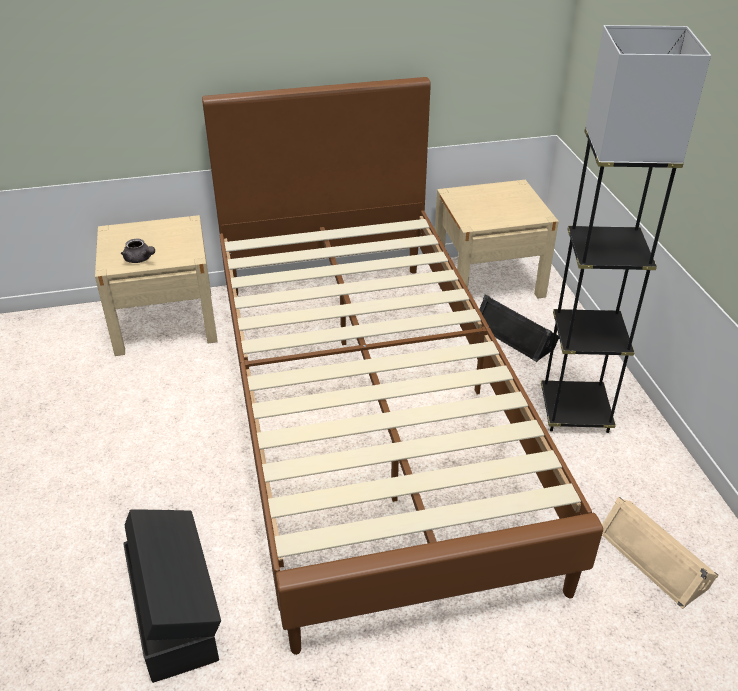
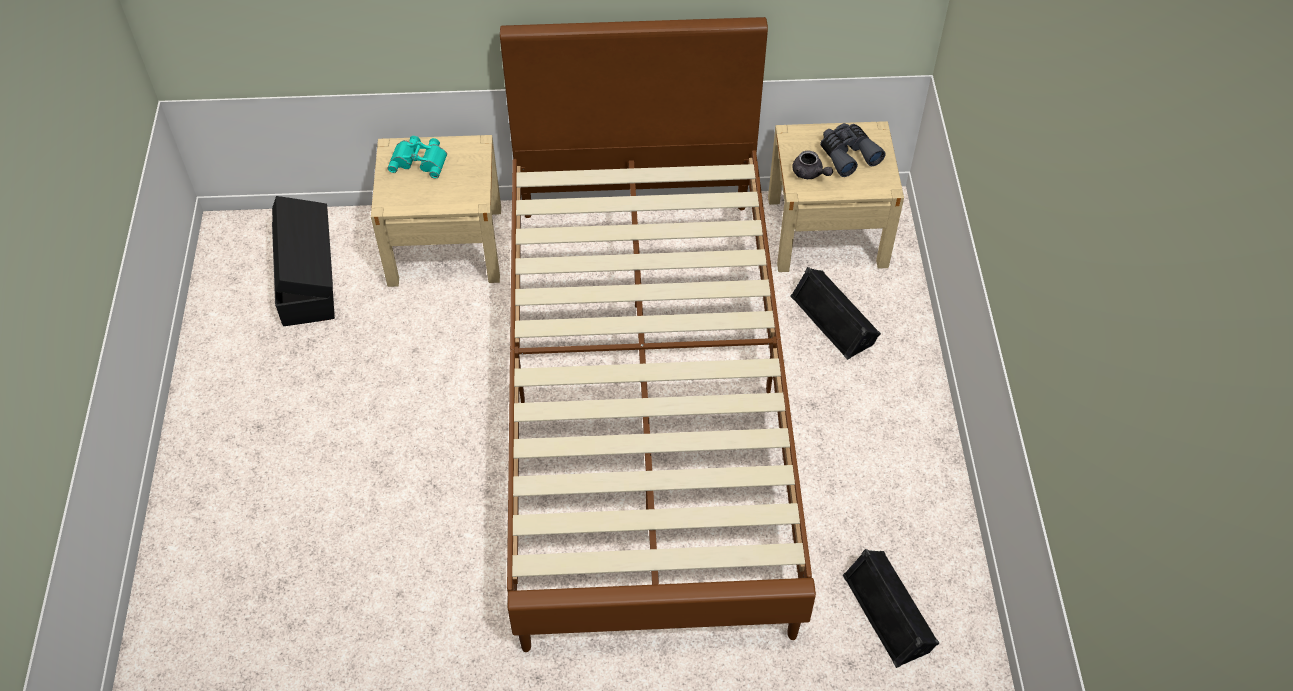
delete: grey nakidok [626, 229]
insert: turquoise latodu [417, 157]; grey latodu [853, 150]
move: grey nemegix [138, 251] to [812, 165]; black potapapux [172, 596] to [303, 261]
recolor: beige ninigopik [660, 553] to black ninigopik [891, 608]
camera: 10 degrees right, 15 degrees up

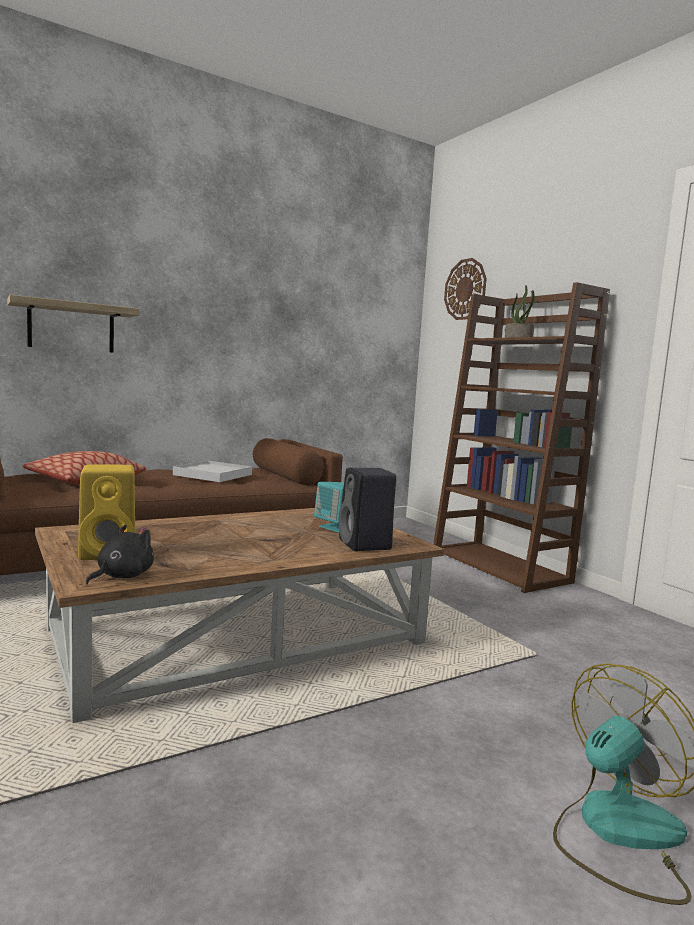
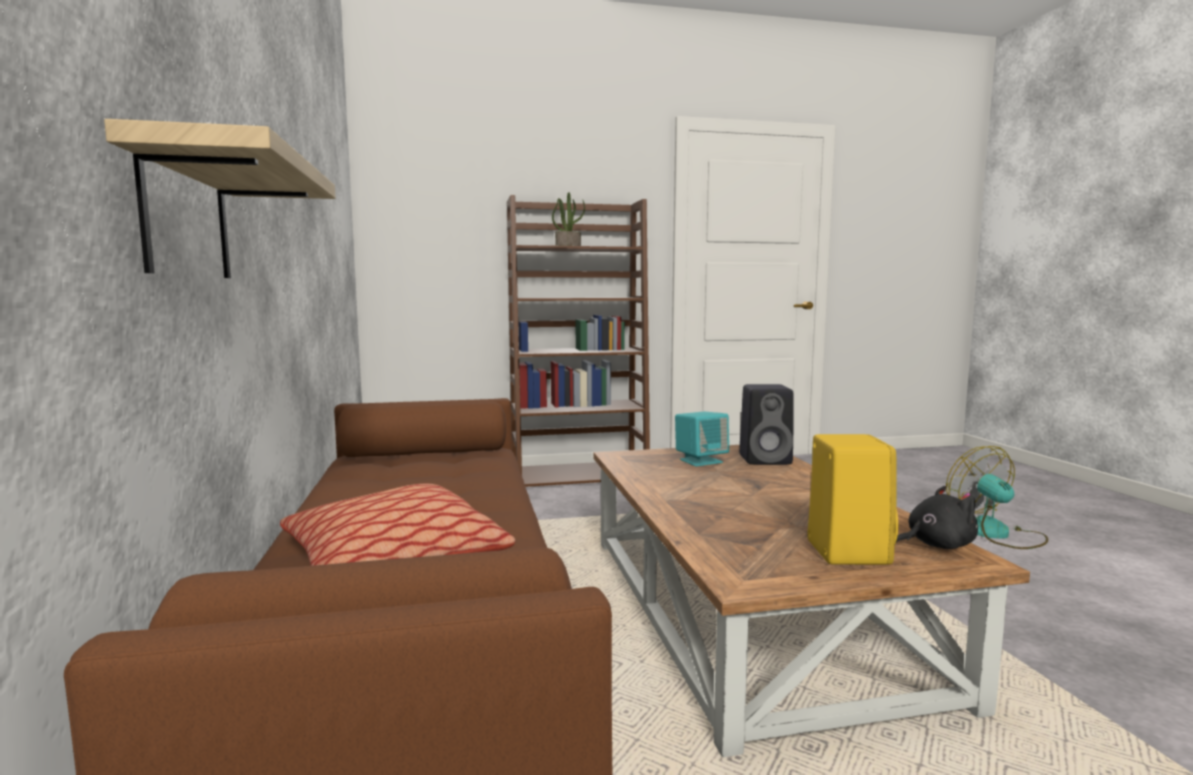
delete: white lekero [212, 471]; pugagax [465, 289]
rotate: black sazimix [119, 555] = [936, 517] 120 degrees clockwise
camera: 70 degrees left, 0 degrees up

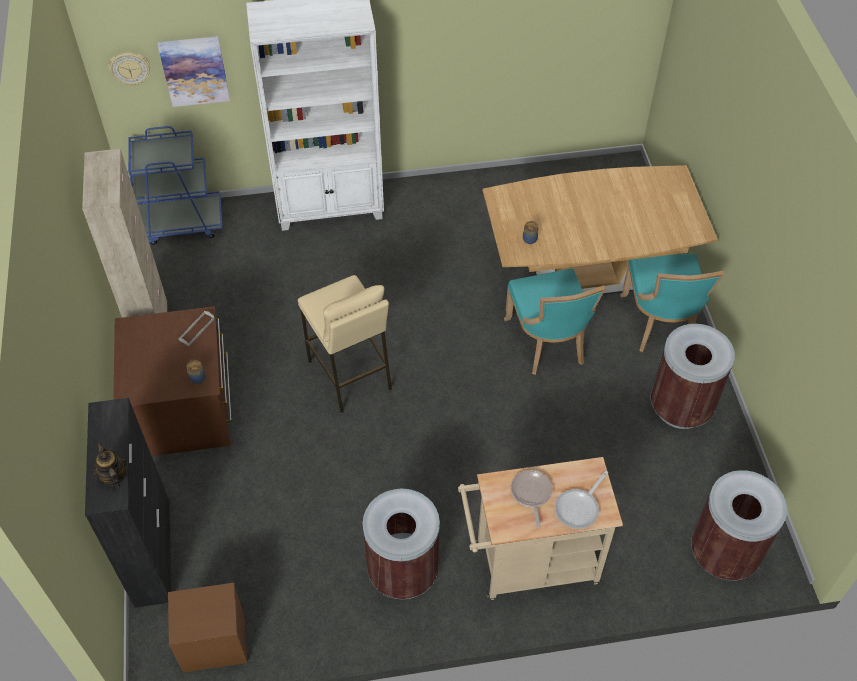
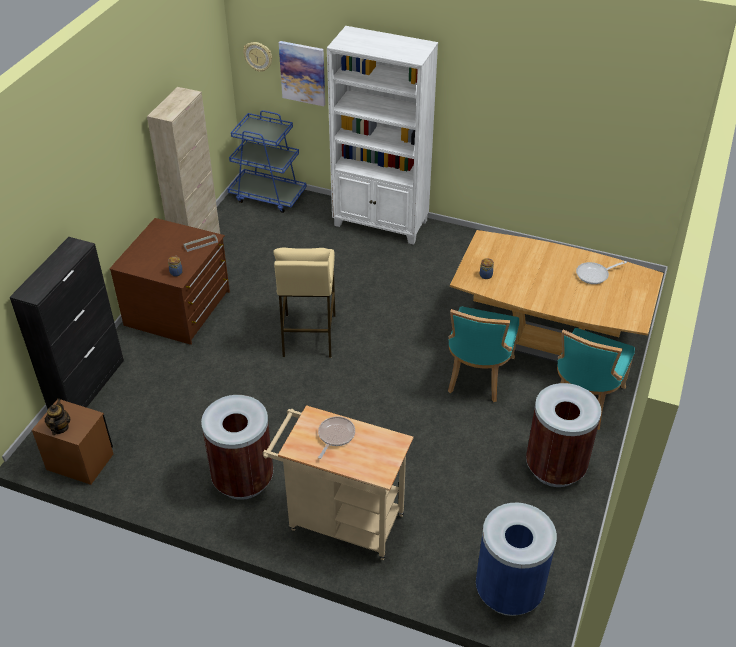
move: nemegix [109, 465] to [58, 417]; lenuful [582, 500] to [601, 272]
recolor: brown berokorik [739, 525] to blue berokorik [516, 559]
camera: 30 degrees right, 10 degrees down

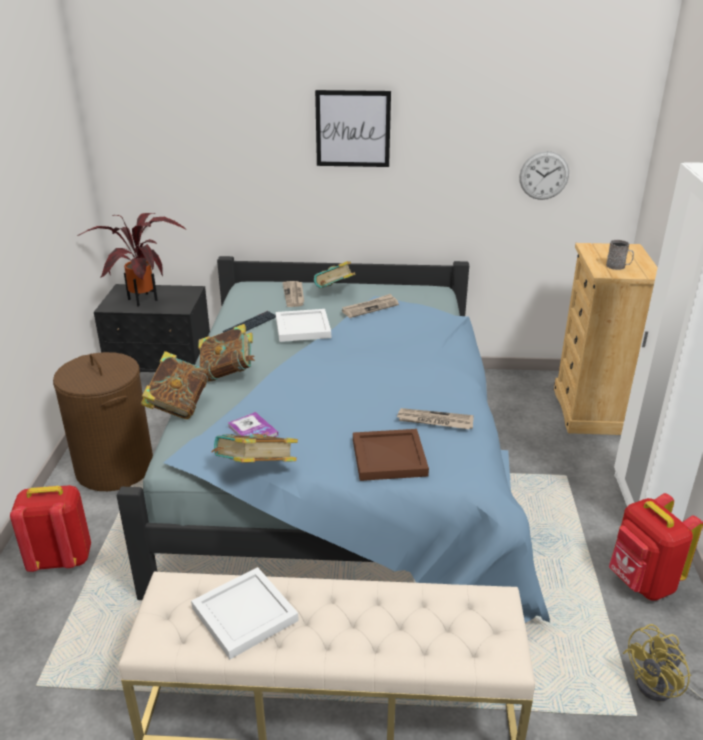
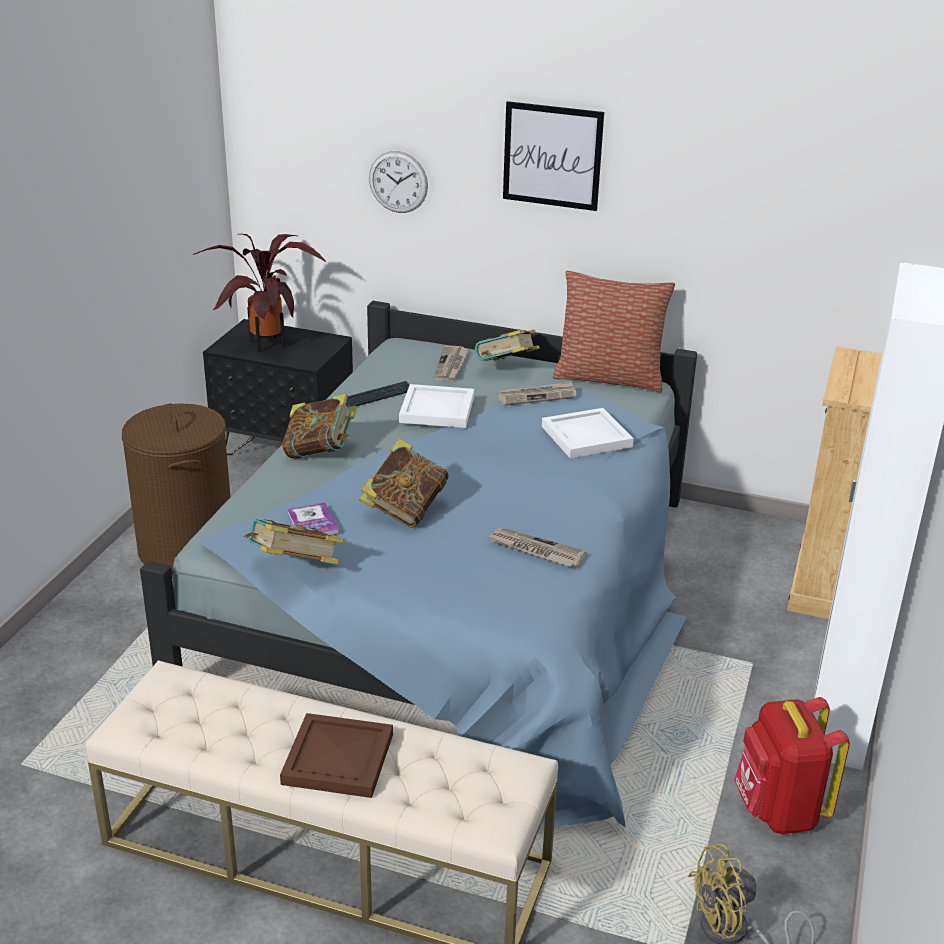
delete: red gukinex [50, 528]; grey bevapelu [620, 255]
insert: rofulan [614, 331]
move: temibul [175, 385] to [404, 483]; white lekero [245, 613] to [588, 433]; brown lekero [391, 455] to [336, 755]; pugagax [544, 175] to [398, 182]
camera: 15 degrees right, 0 degrees up

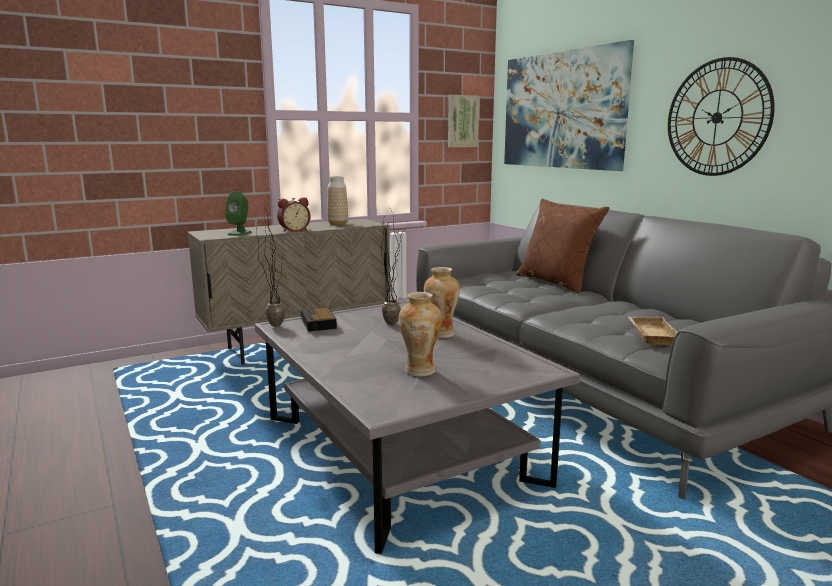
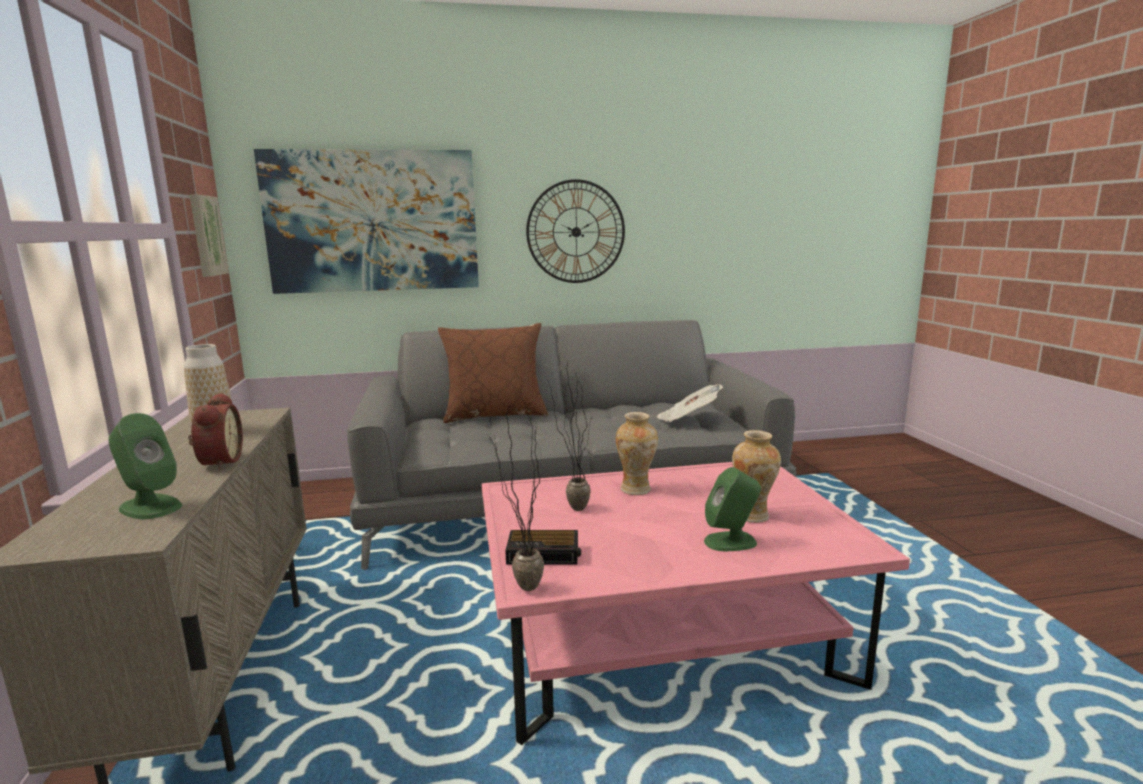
insert: green ninigopik [732, 509]
replace: beige lekero [652, 331] to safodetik [690, 403]
recolor: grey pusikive [417, 427] to pink pusikive [696, 603]
camera: 70 degrees left, 0 degrees up

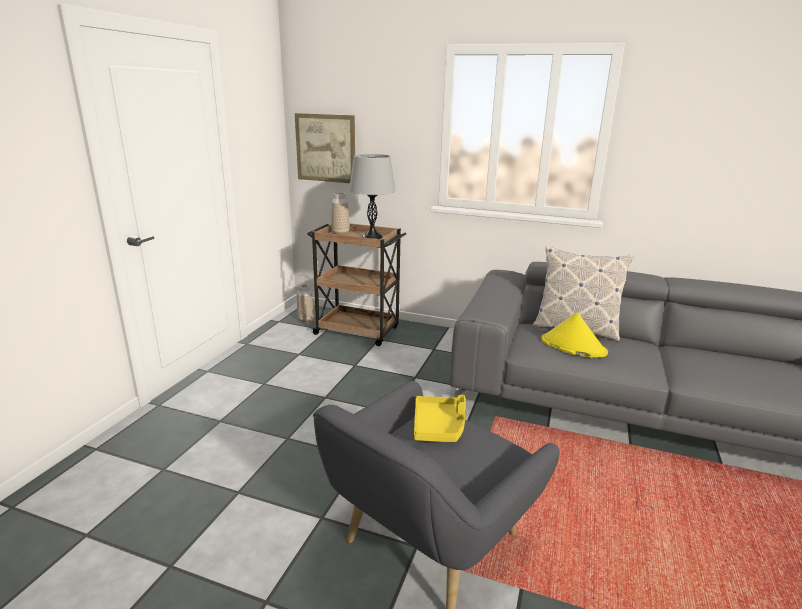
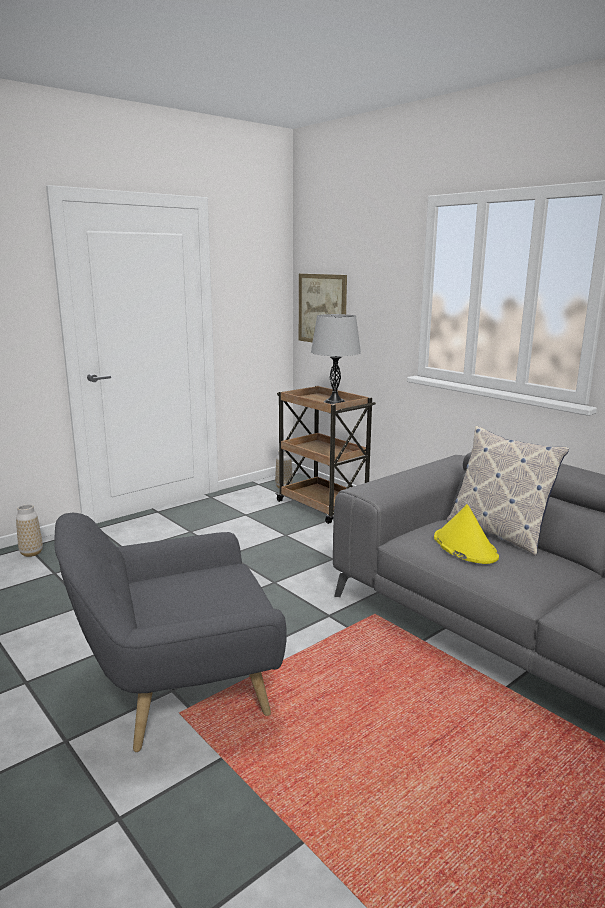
delete: yellow lekero [440, 418]
move: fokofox [340, 213] to [29, 530]
camera: 30 degrees right, 5 degrees down

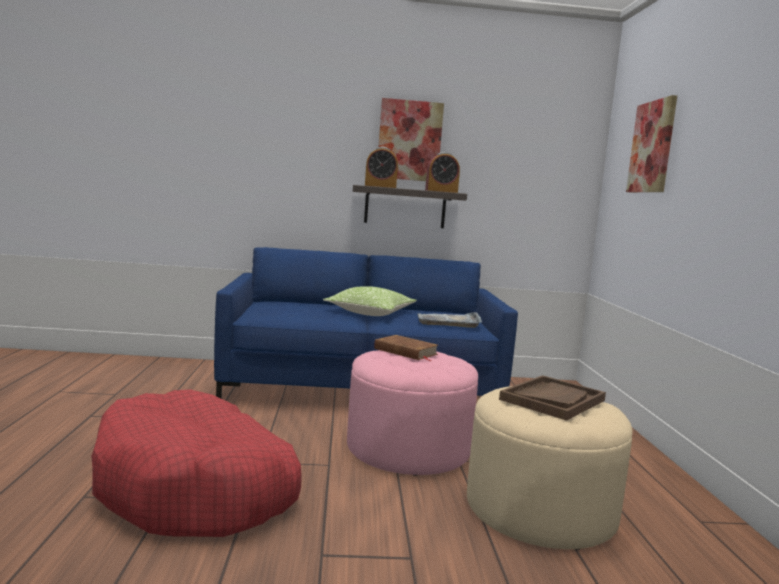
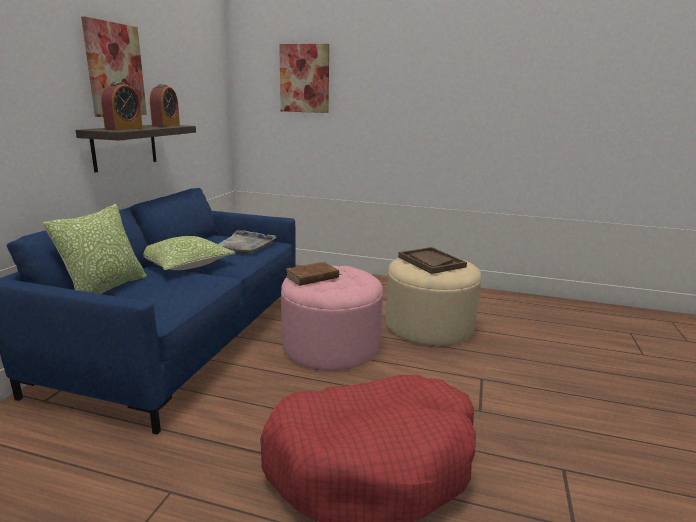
insert: rofulan [95, 249]
camera: 70 degrees left, 10 degrees up

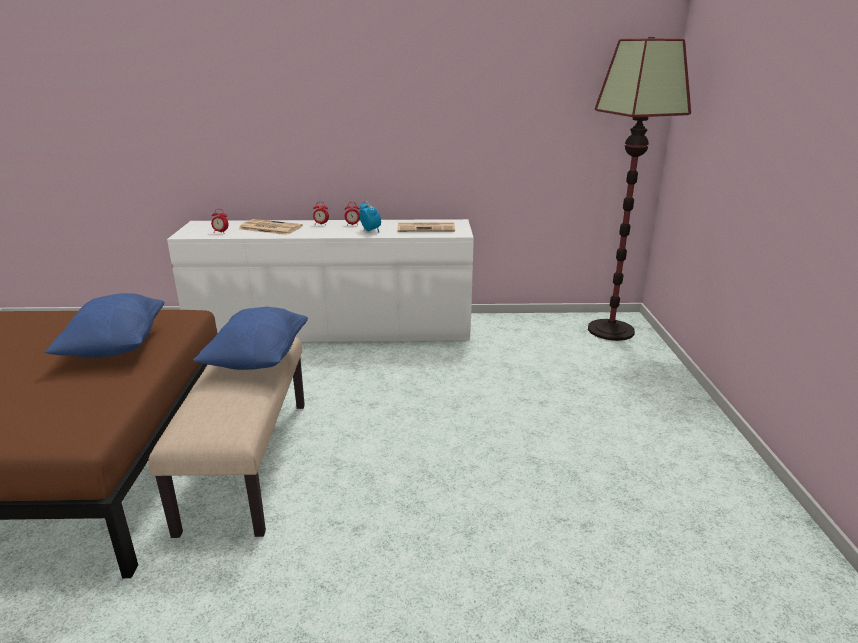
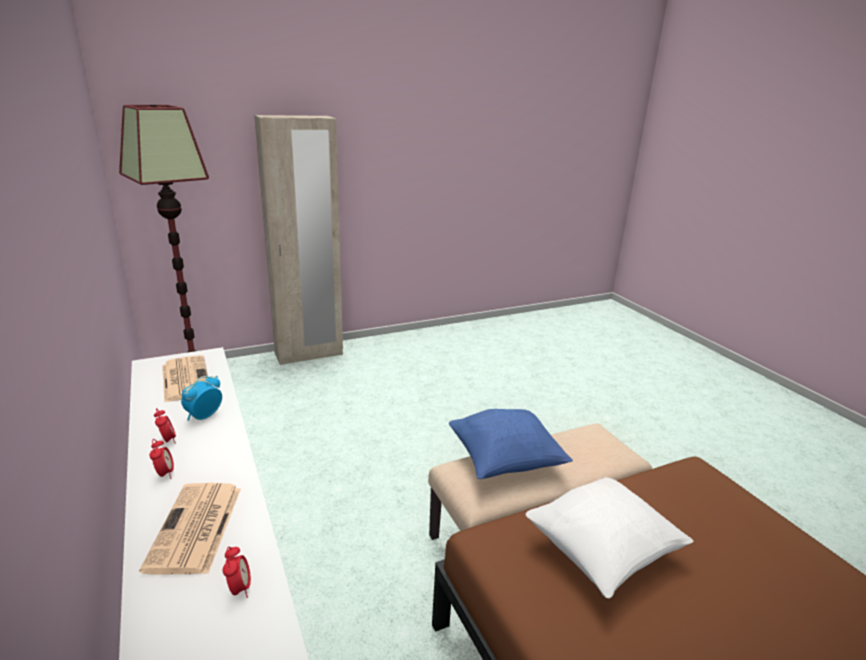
insert: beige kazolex [298, 240]
recolor: blue rofulan [104, 325] to white rofulan [610, 538]
camera: 115 degrees left, 0 degrees up

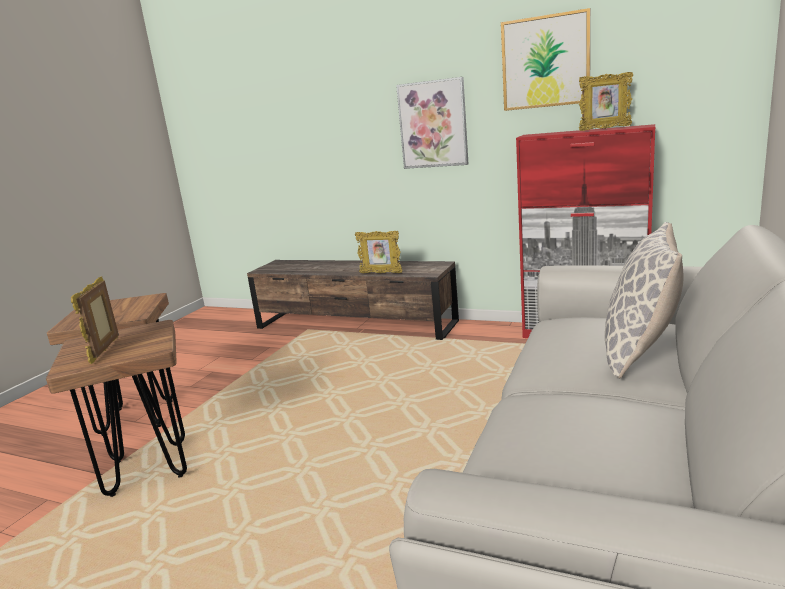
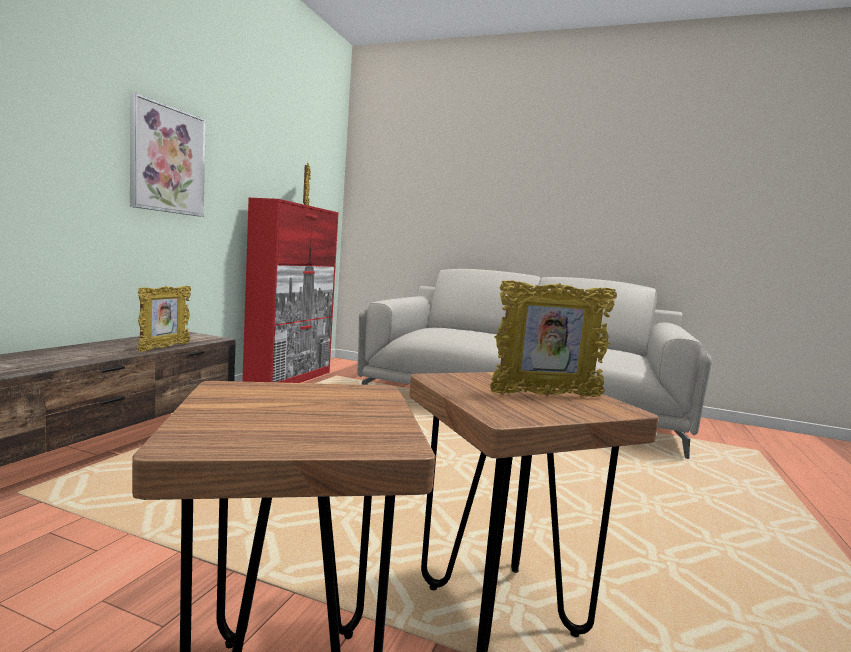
delete: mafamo [546, 59]; rofulan [644, 300]
camera: 95 degrees left, 10 degrees down

